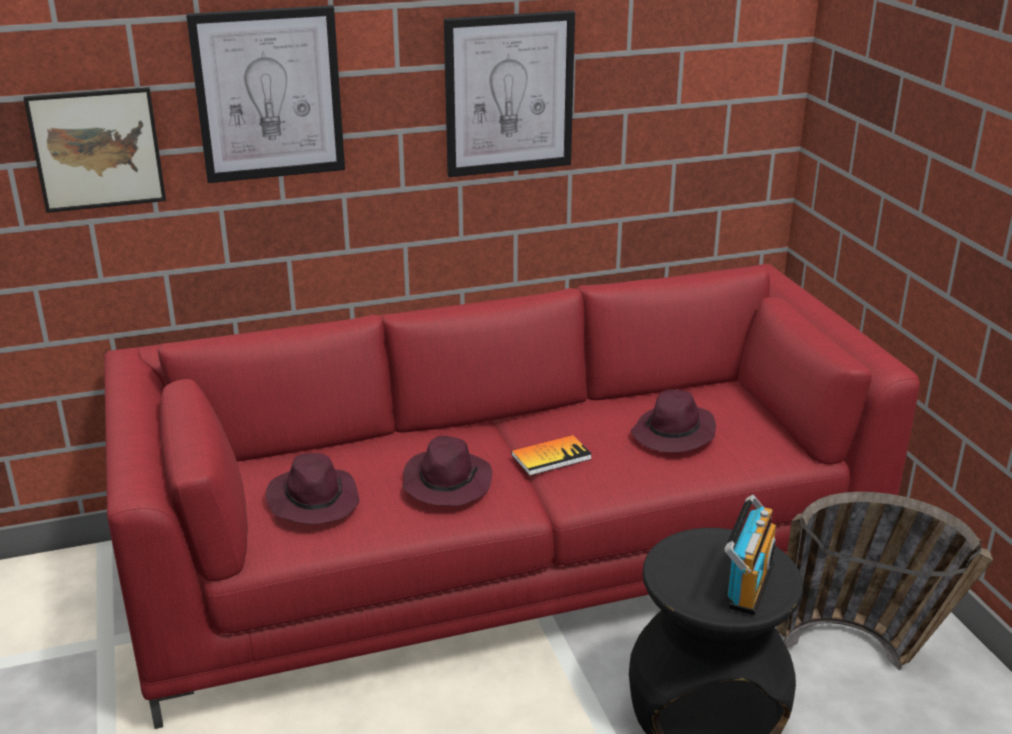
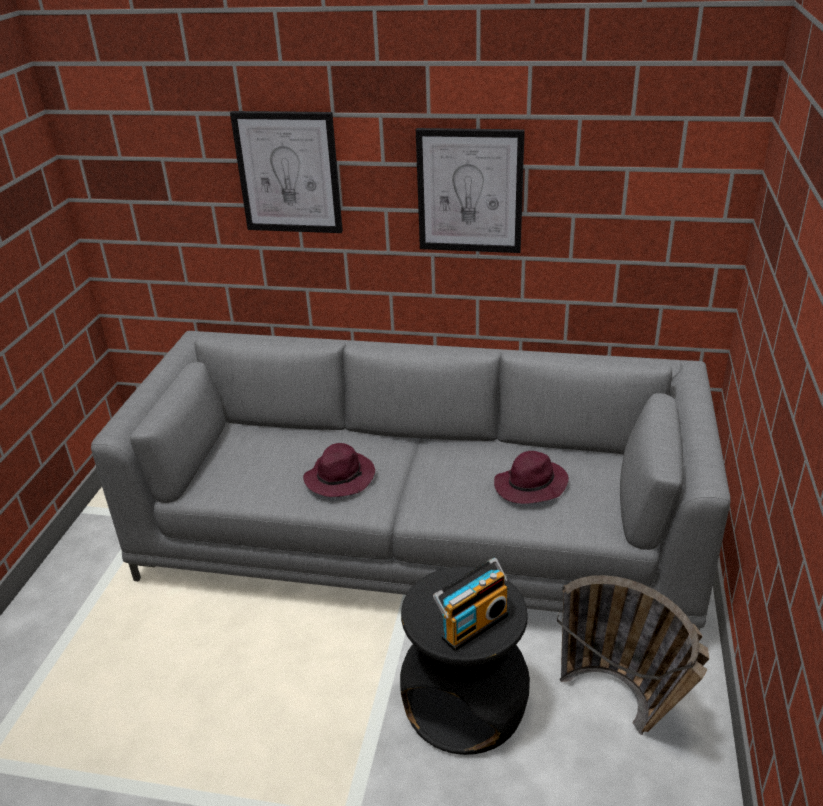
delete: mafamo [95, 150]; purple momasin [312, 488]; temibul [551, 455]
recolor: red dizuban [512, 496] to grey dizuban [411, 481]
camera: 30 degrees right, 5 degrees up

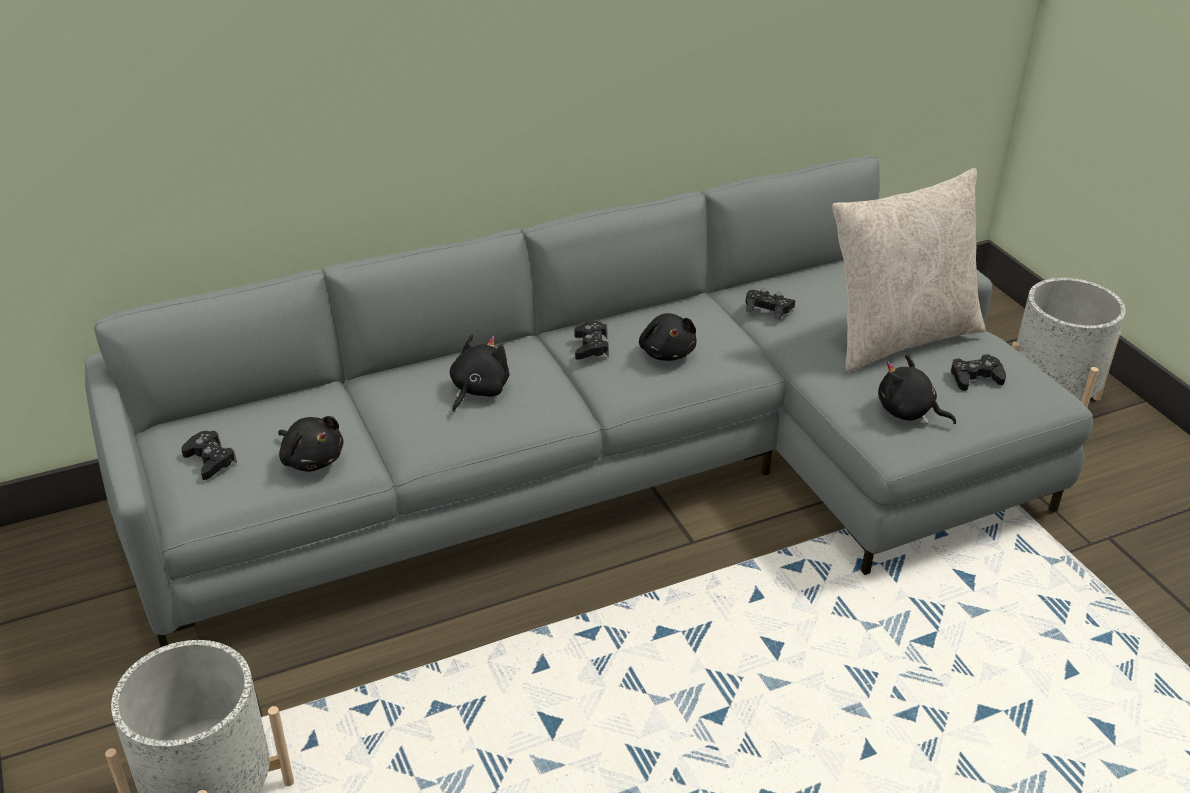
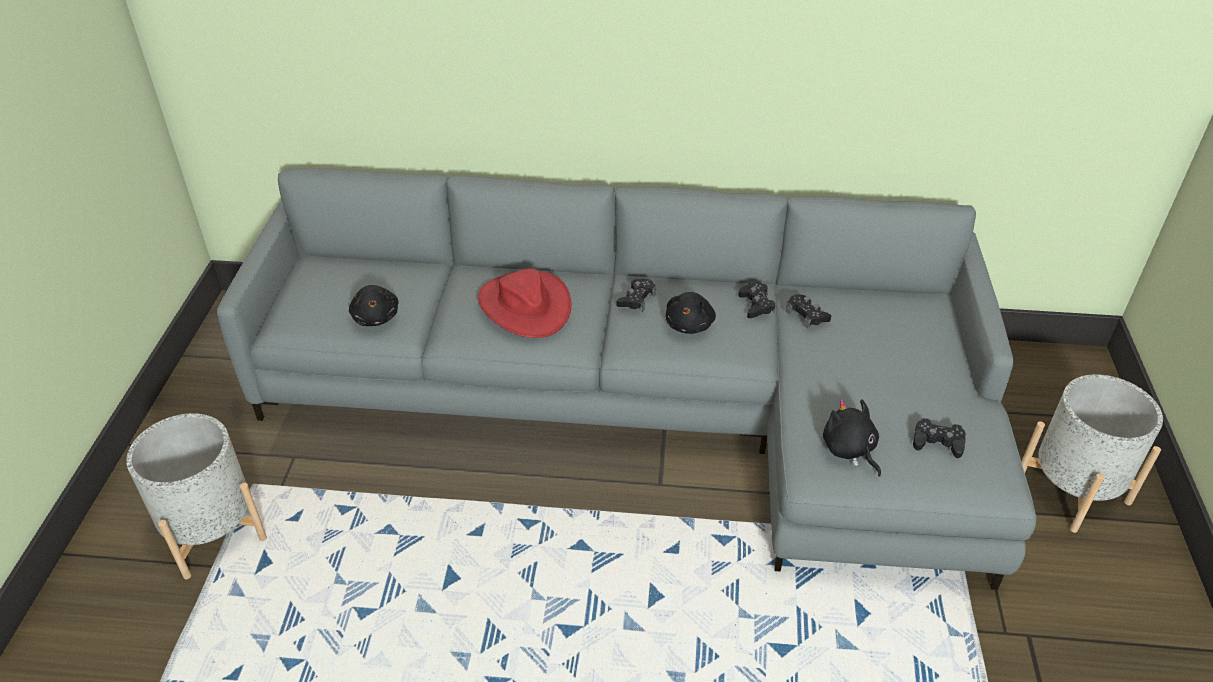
delete: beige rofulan [909, 270]
move: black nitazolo [209, 455] to [757, 300]
replace: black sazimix [480, 373] to red momasin [524, 303]
camera: 30 degrees right, 5 degrees up

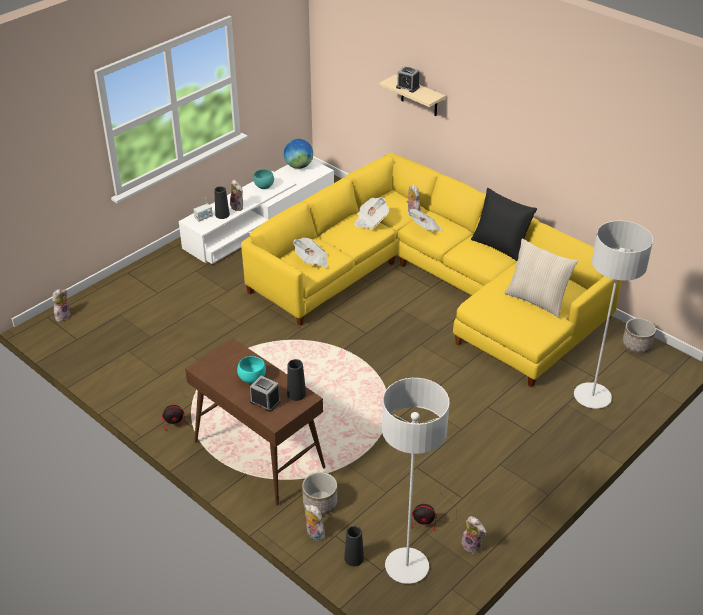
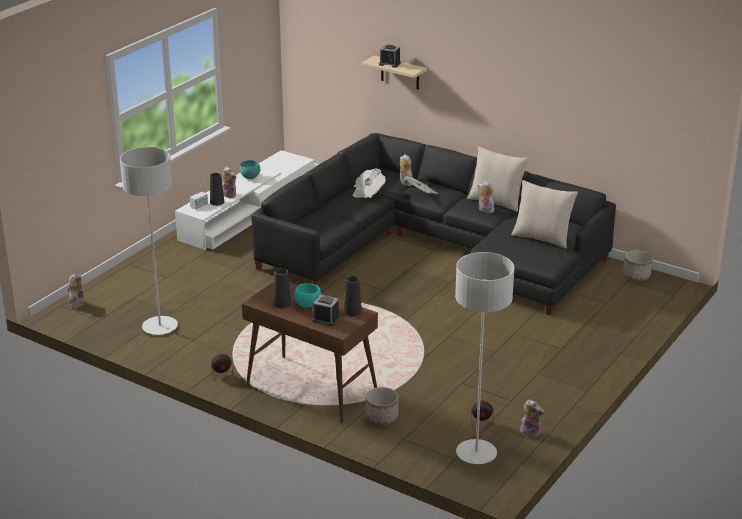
delete: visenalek [298, 154]; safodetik [310, 252]
move: sazimix [315, 522] to [486, 197]; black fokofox [354, 546] to [282, 288]; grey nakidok [613, 315] to [149, 241]
recolor: yellow dizuban [431, 270] to black dizuban [433, 224]; black rofulan [504, 224] to beige rofulan [498, 179]
camera: 10 degrees left, 10 degrees down

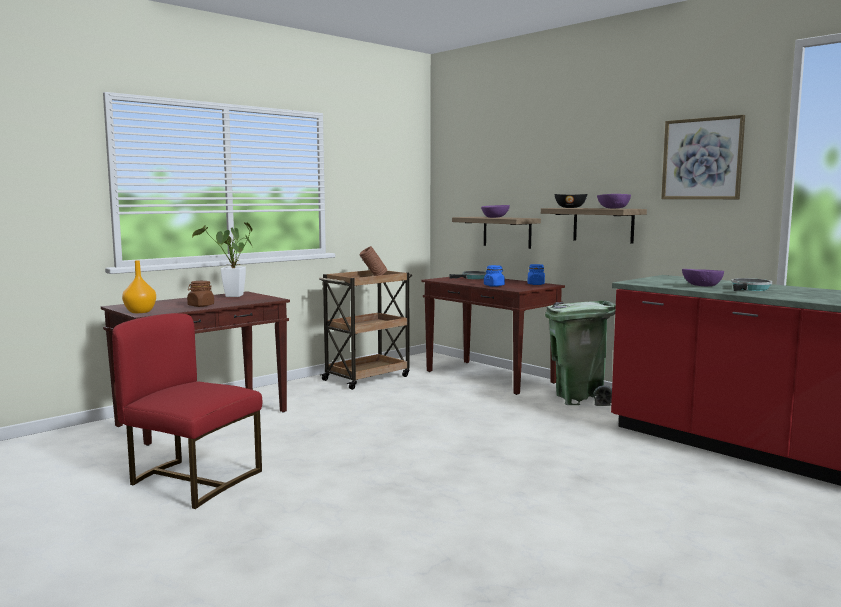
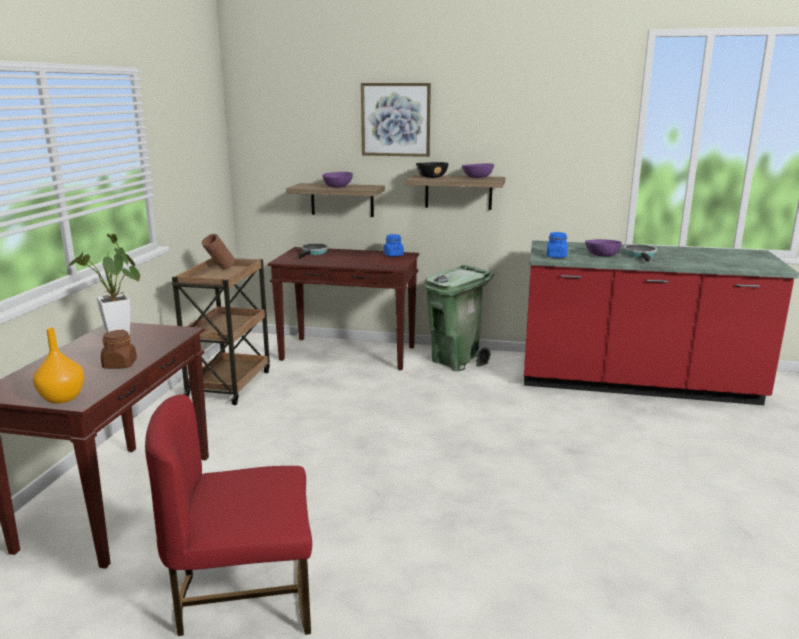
move: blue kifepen [494, 276] to [557, 245]; mafamo [703, 157] to [396, 120]
camera: 35 degrees left, 10 degrees up

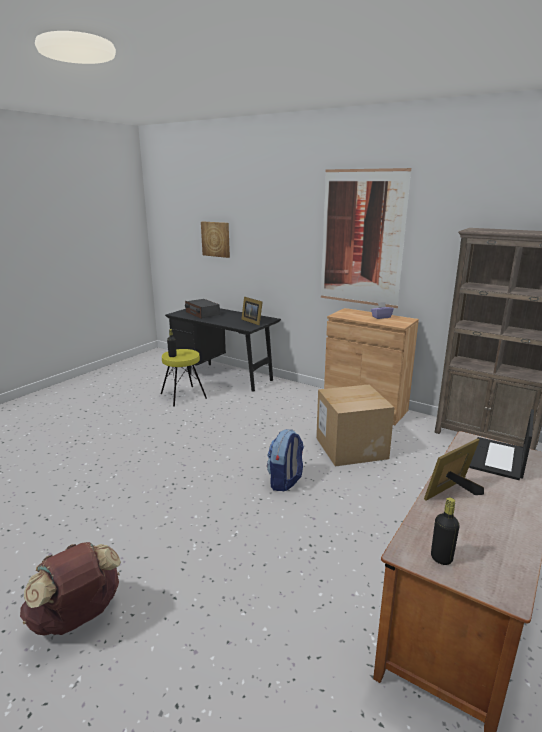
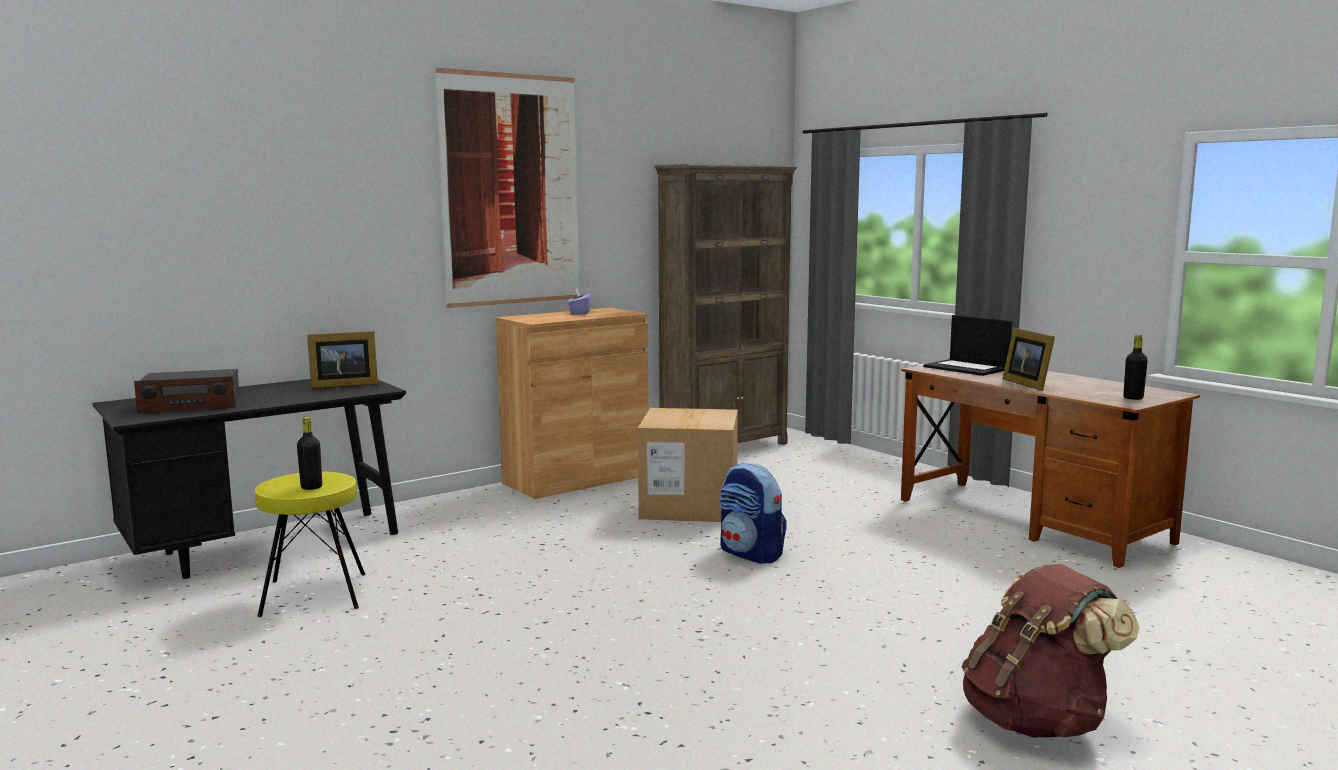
delete: mafamo [215, 240]
camera: 70 degrees left, 10 degrees down

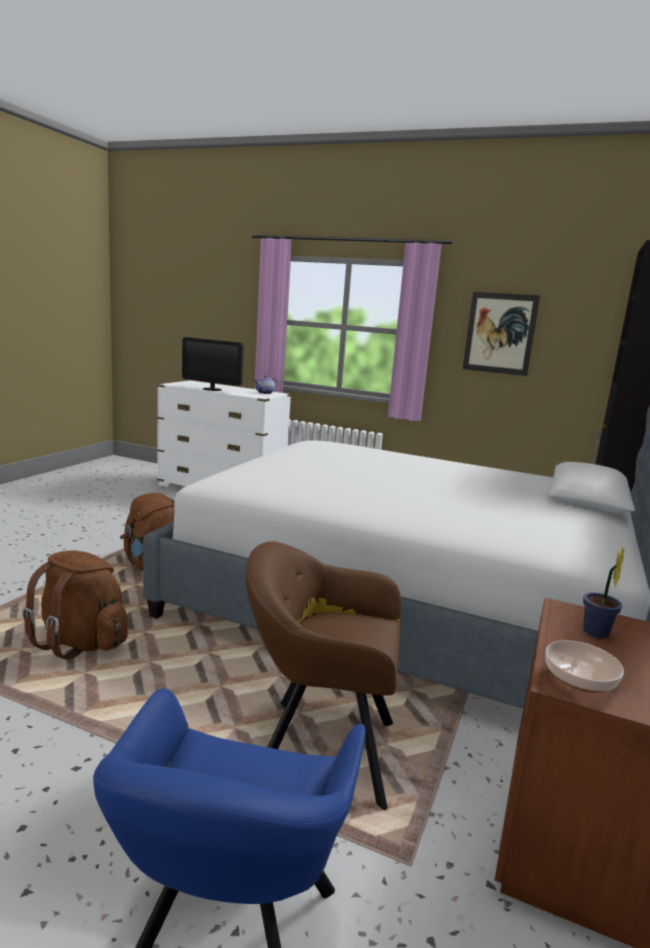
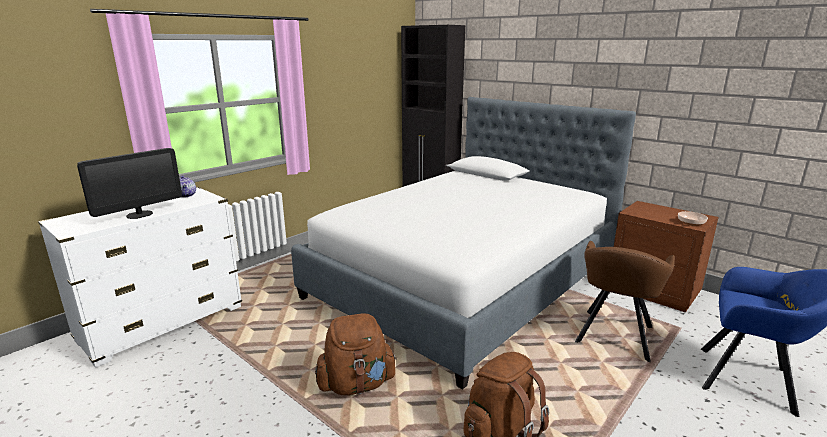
delete: mafamo [501, 334]; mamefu [603, 592]
camera: 70 degrees left, 5 degrees up

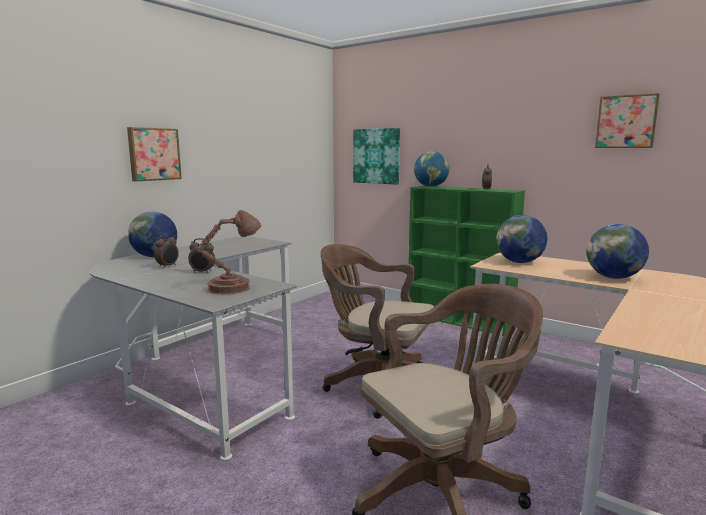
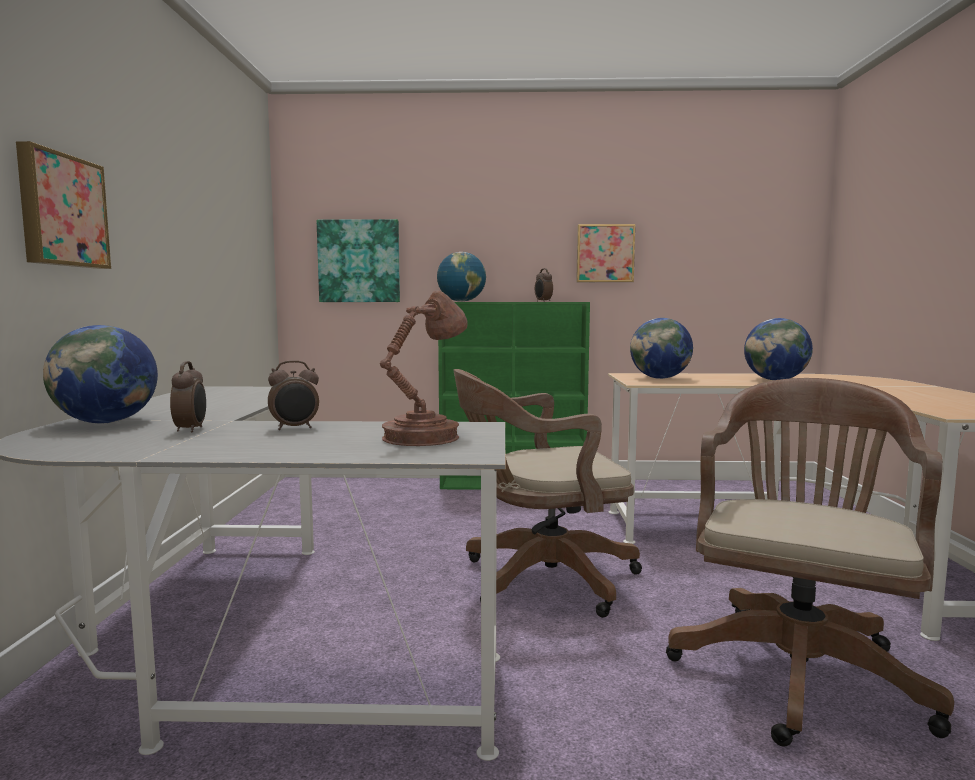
move: mafamo [627, 120] to [605, 253]
camera: 35 degrees left, 5 degrees down

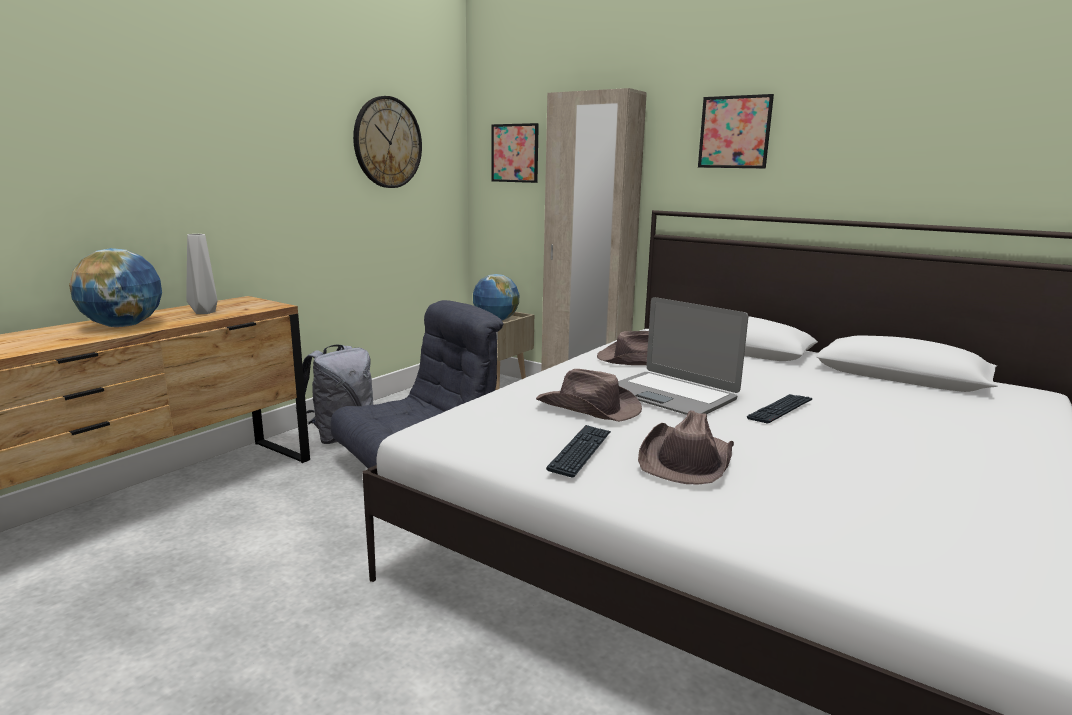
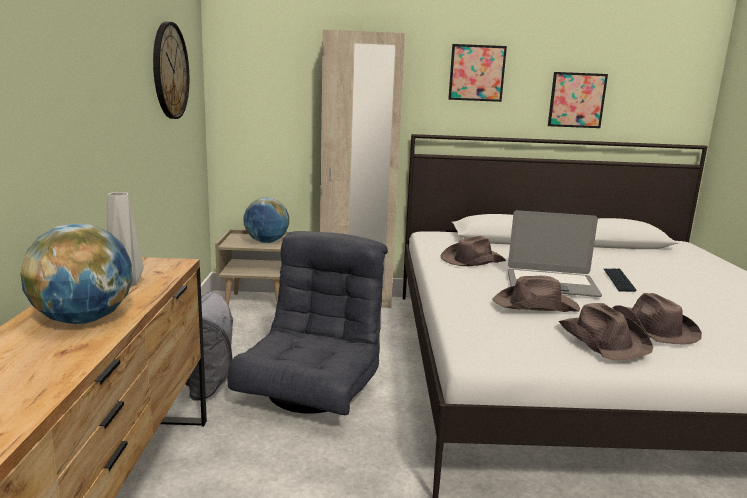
move: mafamo [515, 153] to [578, 100]
replace: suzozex [578, 451] to brown momasin [606, 331]
camera: 35 degrees left, 0 degrees up

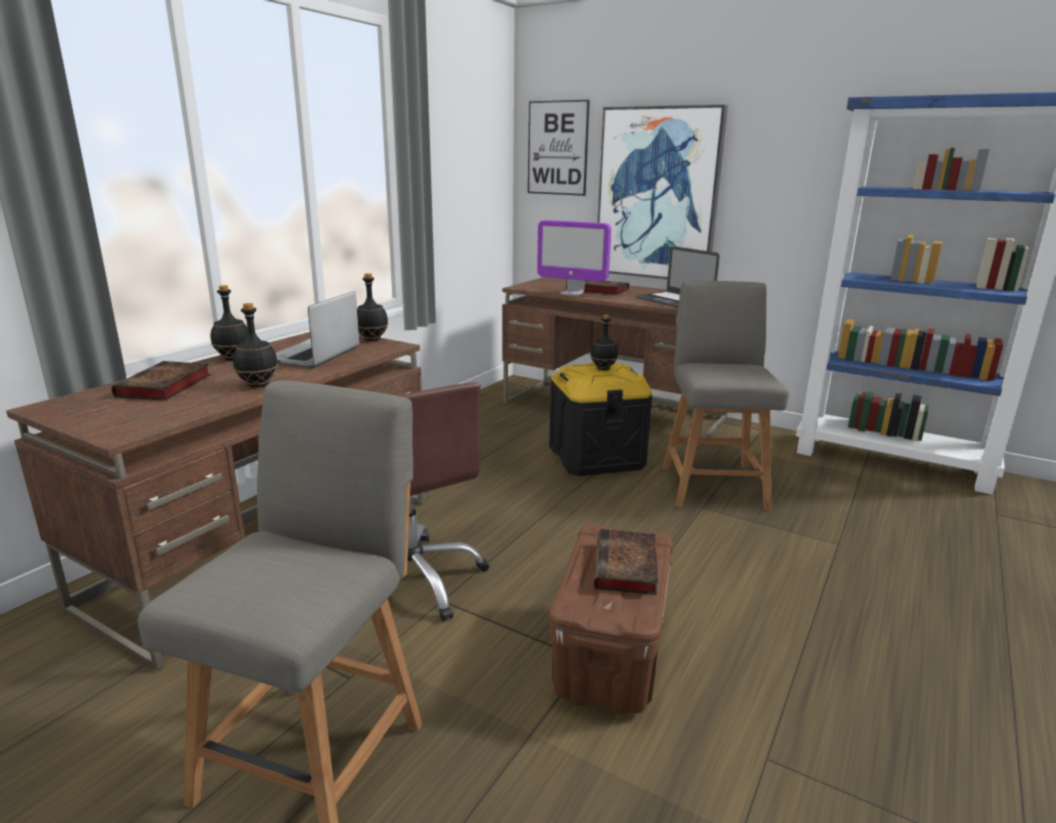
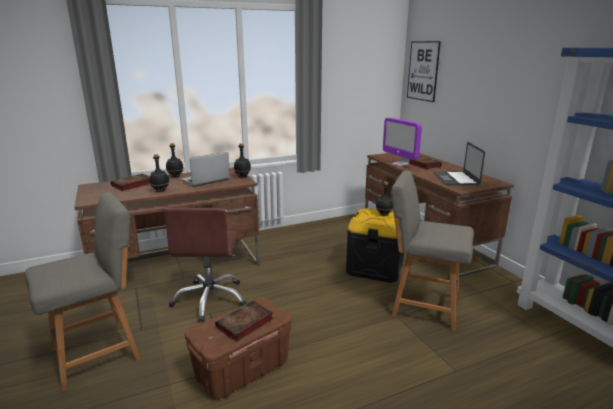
delete: mafamo [662, 192]
rotate: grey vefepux [726, 396] = [432, 251] 105 degrees counterclockwise
camera: 35 degrees right, 0 degrees up

